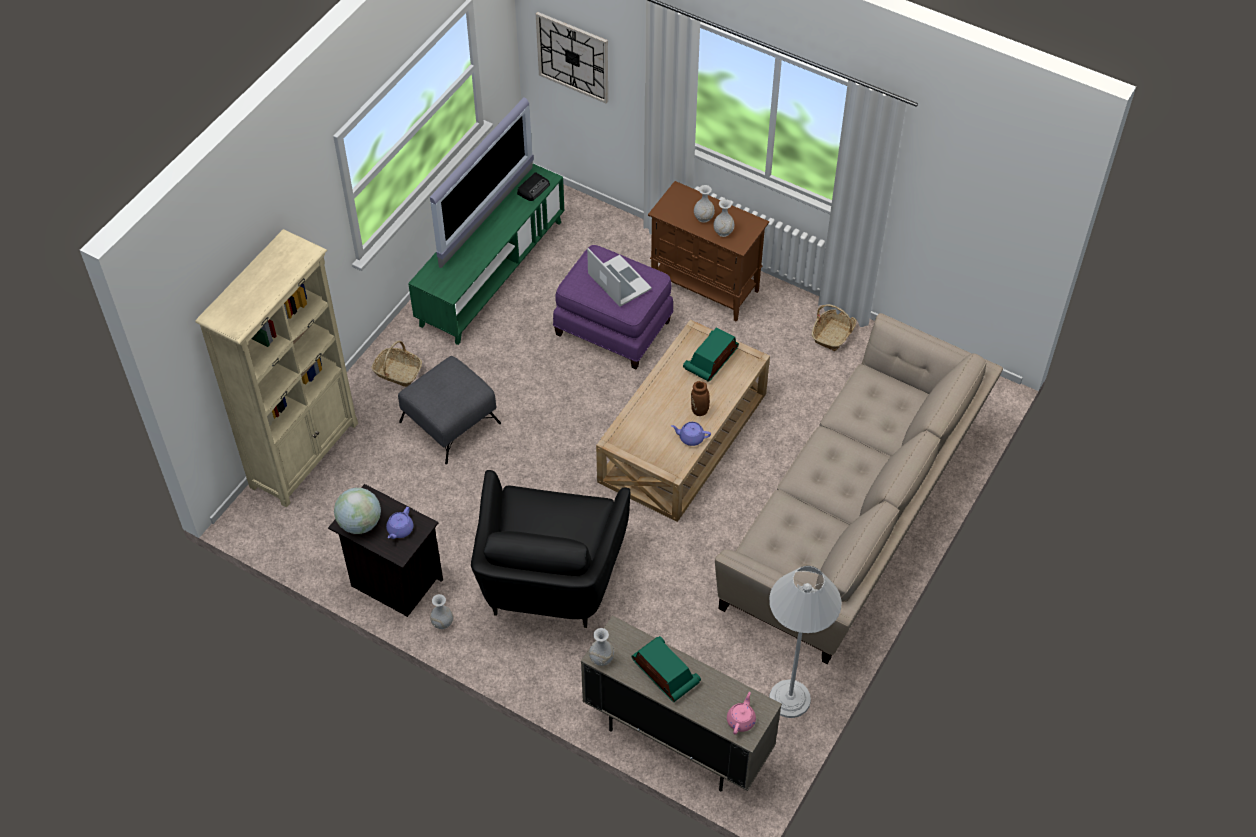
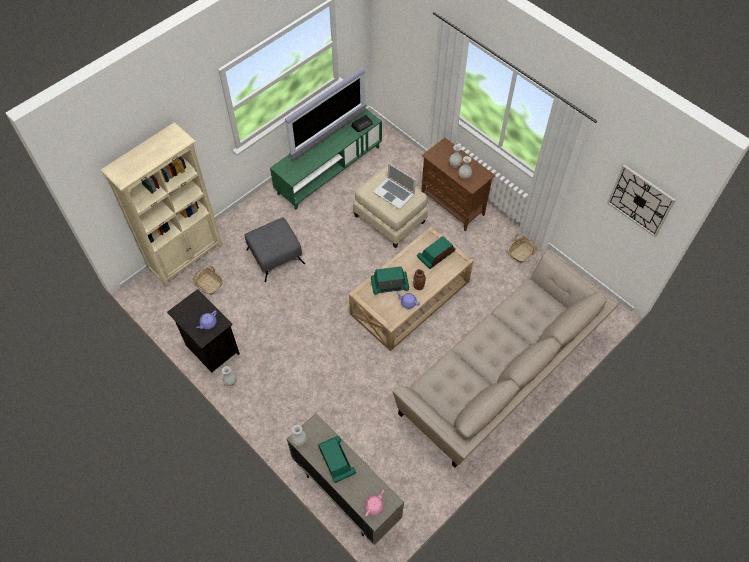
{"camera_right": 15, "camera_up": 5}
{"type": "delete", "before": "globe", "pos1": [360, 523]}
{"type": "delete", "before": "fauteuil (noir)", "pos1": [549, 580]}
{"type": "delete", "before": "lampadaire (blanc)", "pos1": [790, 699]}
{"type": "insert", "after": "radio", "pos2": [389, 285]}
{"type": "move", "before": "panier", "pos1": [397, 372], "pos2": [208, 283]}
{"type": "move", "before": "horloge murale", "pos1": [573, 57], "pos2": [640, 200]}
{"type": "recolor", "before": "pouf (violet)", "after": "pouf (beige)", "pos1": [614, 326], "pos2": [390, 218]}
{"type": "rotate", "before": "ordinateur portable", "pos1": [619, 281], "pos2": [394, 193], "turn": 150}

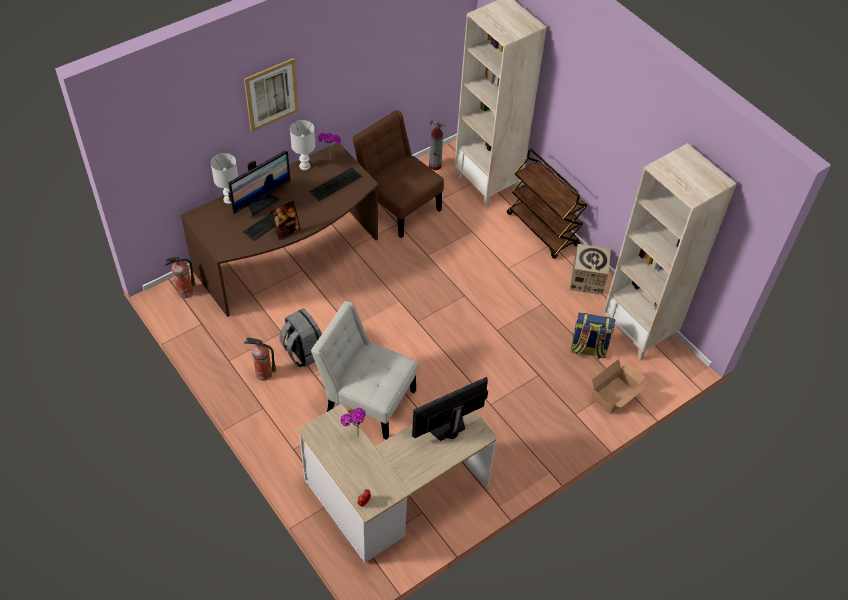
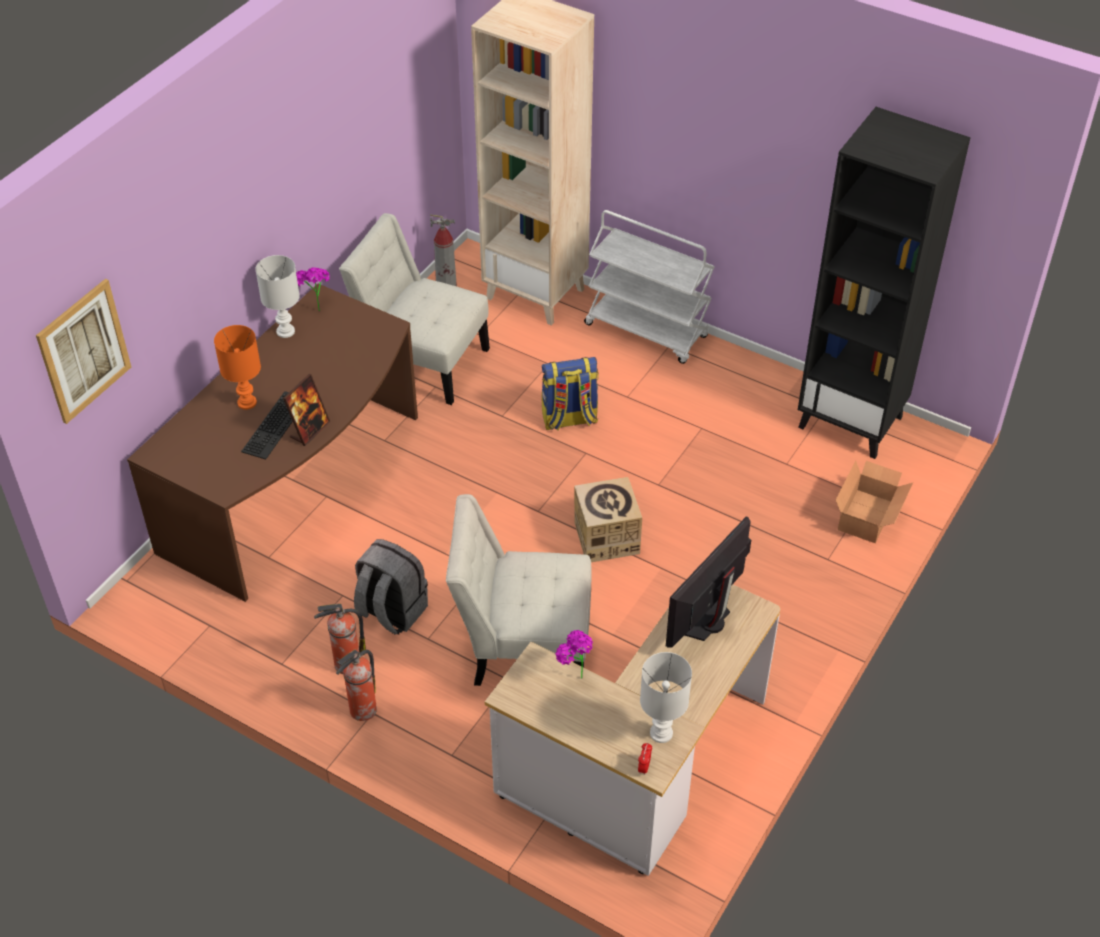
{"camera_right": -20, "camera_up": -5}
{"type": "delete", "before": "clavier", "pos1": [335, 183]}
{"type": "move", "before": "extincteur", "pos1": [184, 292], "pos2": [362, 711]}
{"type": "move", "before": "lampe de table (blanc)", "pos1": [229, 199], "pos2": [660, 732]}
{"type": "move", "before": "tableau", "pos1": [271, 94], "pos2": [84, 351]}
{"type": "move", "before": "carton", "pos1": [587, 279], "pos2": [606, 538]}
{"type": "move", "before": "sac à dos", "pos1": [587, 349], "pos2": [569, 419]}
{"type": "replace", "before": "écran d'ordinateur", "after": "lampe de table (orange)", "pos1": [261, 202], "pos2": [247, 402]}
{"type": "recolor", "before": "chaise (marron)", "after": "chaise (blanc)", "pos1": [398, 205], "pos2": [422, 361]}
{"type": "recolor", "before": "chariot (marron)", "after": "chariot (blanc)", "pos1": [543, 230], "pos2": [647, 330]}
{"type": "recolor", "before": "bibliothèque (beige)", "after": "bibliothèque (noir)", "pos1": [638, 331], "pos2": [851, 421]}

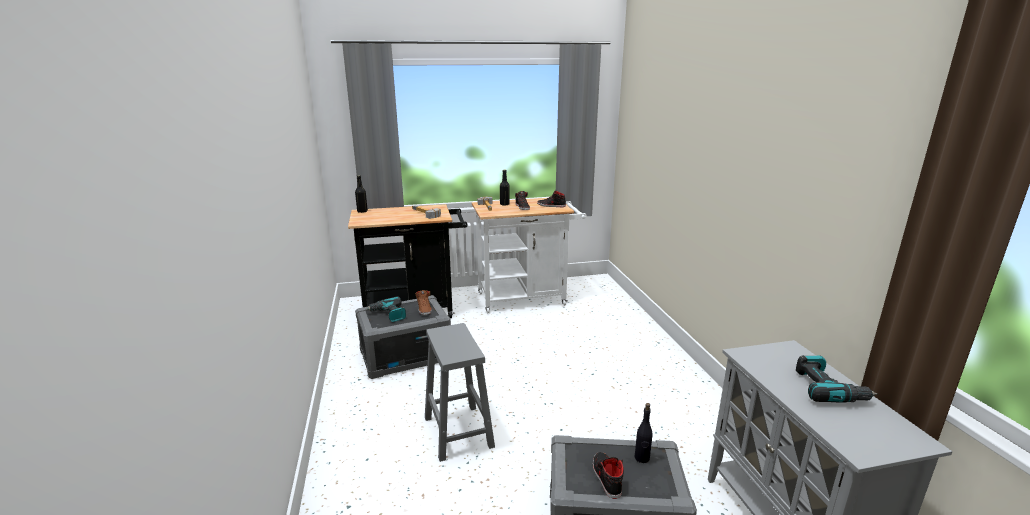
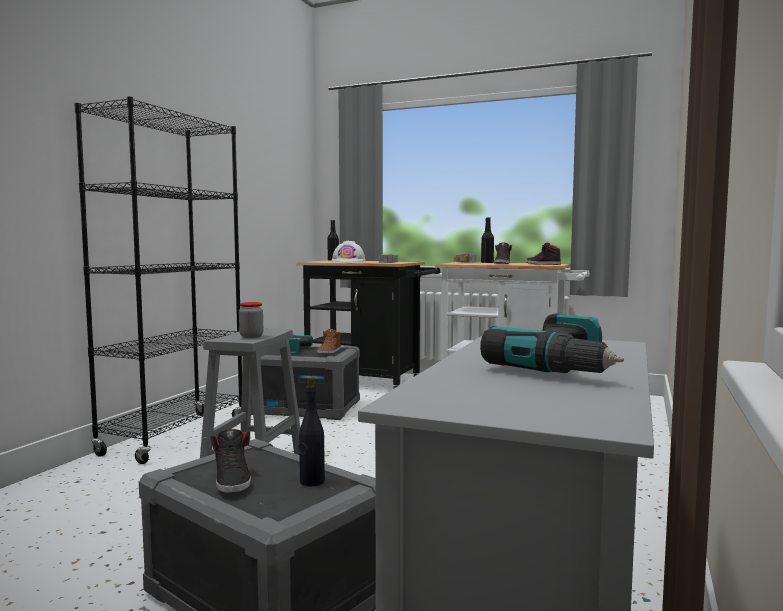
{"camera_right": 35, "camera_up": -15}
{"type": "insert", "after": "bibliothèque (noir)", "pos2": [175, 436]}
{"type": "insert", "after": "bocal", "pos2": [251, 336]}
{"type": "insert", "after": "casque de chantier (blanc)", "pos2": [348, 261]}
{"type": "rotate", "before": "chaussure (noir)", "pos1": [606, 477], "pos2": [232, 479], "turn": 135}

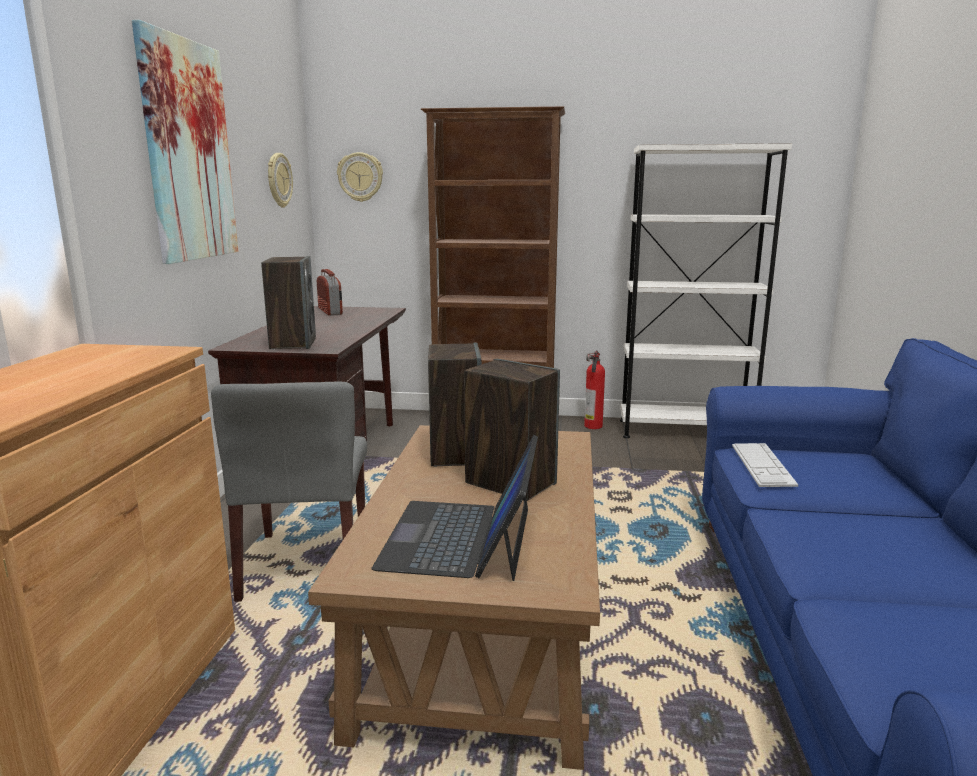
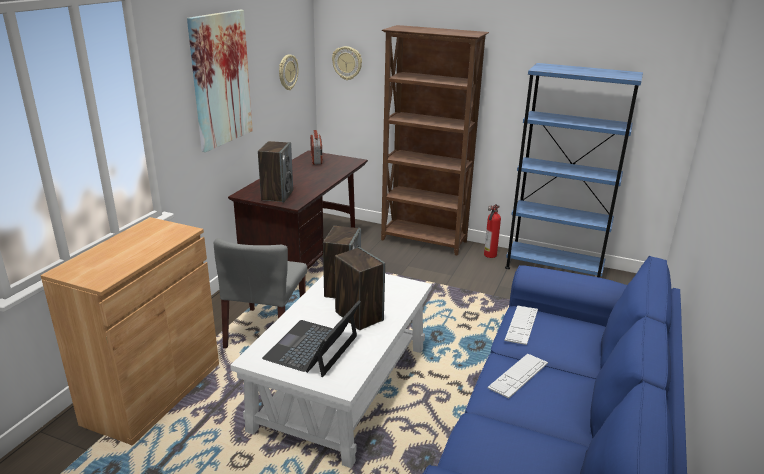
{"camera_right": 15, "camera_up": 10}
{"type": "insert", "after": "clavier", "pos2": [518, 376]}
{"type": "recolor", "before": "table basse (marron)", "after": "table basse (blanc)", "pos1": [485, 627], "pos2": [343, 387]}
{"type": "recolor", "before": "bibliothèque (blanc)", "after": "bibliothèque (bleu)", "pos1": [685, 431], "pos2": [553, 268]}

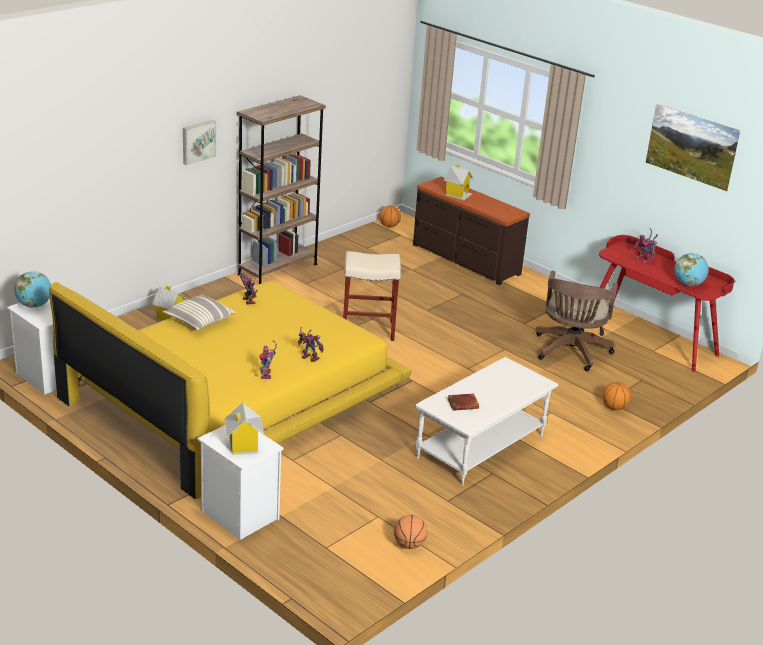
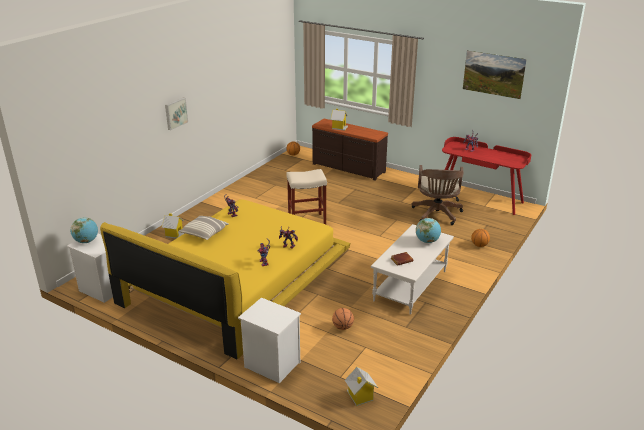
{"camera_right": -10, "camera_up": 0}
{"type": "delete", "before": "bibliothèque (marron)", "pos1": [278, 269]}
{"type": "move", "before": "maison miniature", "pos1": [243, 446], "pos2": [360, 396]}
{"type": "move", "before": "ballon de basket", "pos1": [409, 545], "pos2": [342, 327]}
{"type": "move", "before": "globe", "pos1": [688, 284], "pos2": [427, 241]}

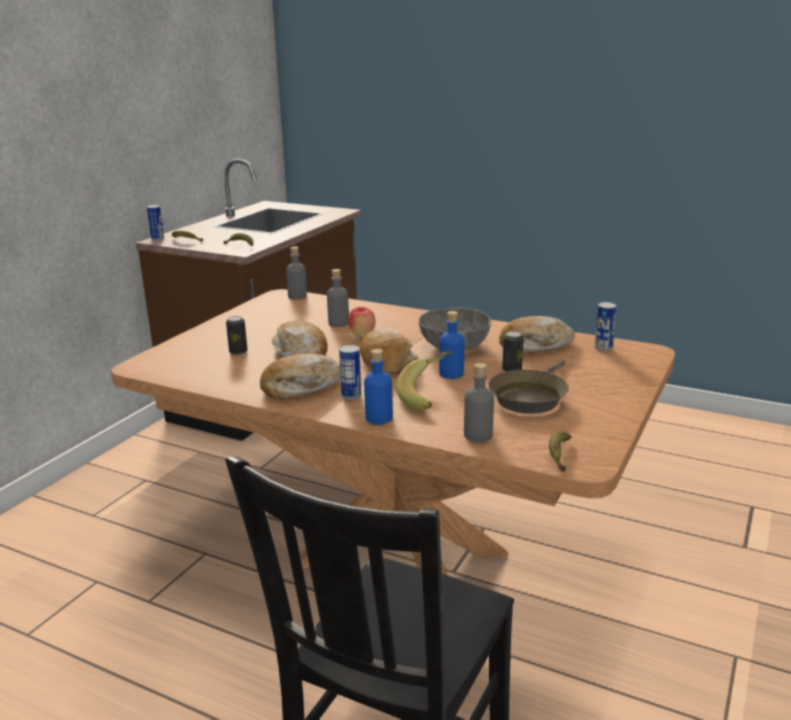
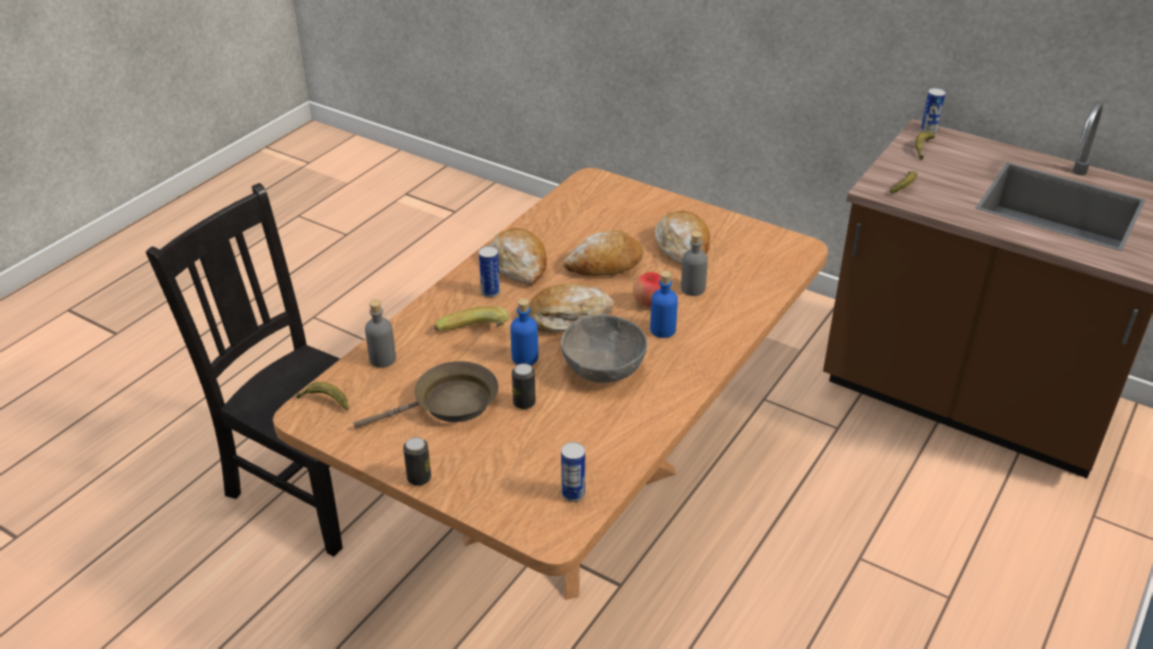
{"camera_right": 95, "camera_up": 15}
{"type": "delete", "before": "bouteille (gris)", "pos1": [297, 296]}
{"type": "move", "before": "boîte métallique", "pos1": [238, 352], "pos2": [419, 478]}
{"type": "move", "before": "bouteille (bleu)", "pos1": [379, 418], "pos2": [662, 330]}
{"type": "move", "before": "pain", "pos1": [535, 345], "pos2": [683, 247]}
{"type": "rotate", "before": "poêle (marron)", "pos1": [530, 397], "pos2": [449, 404], "turn": 120}

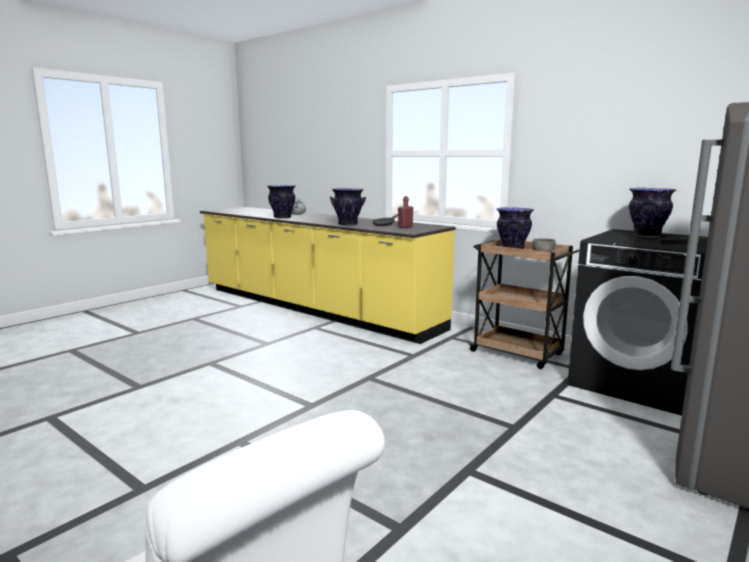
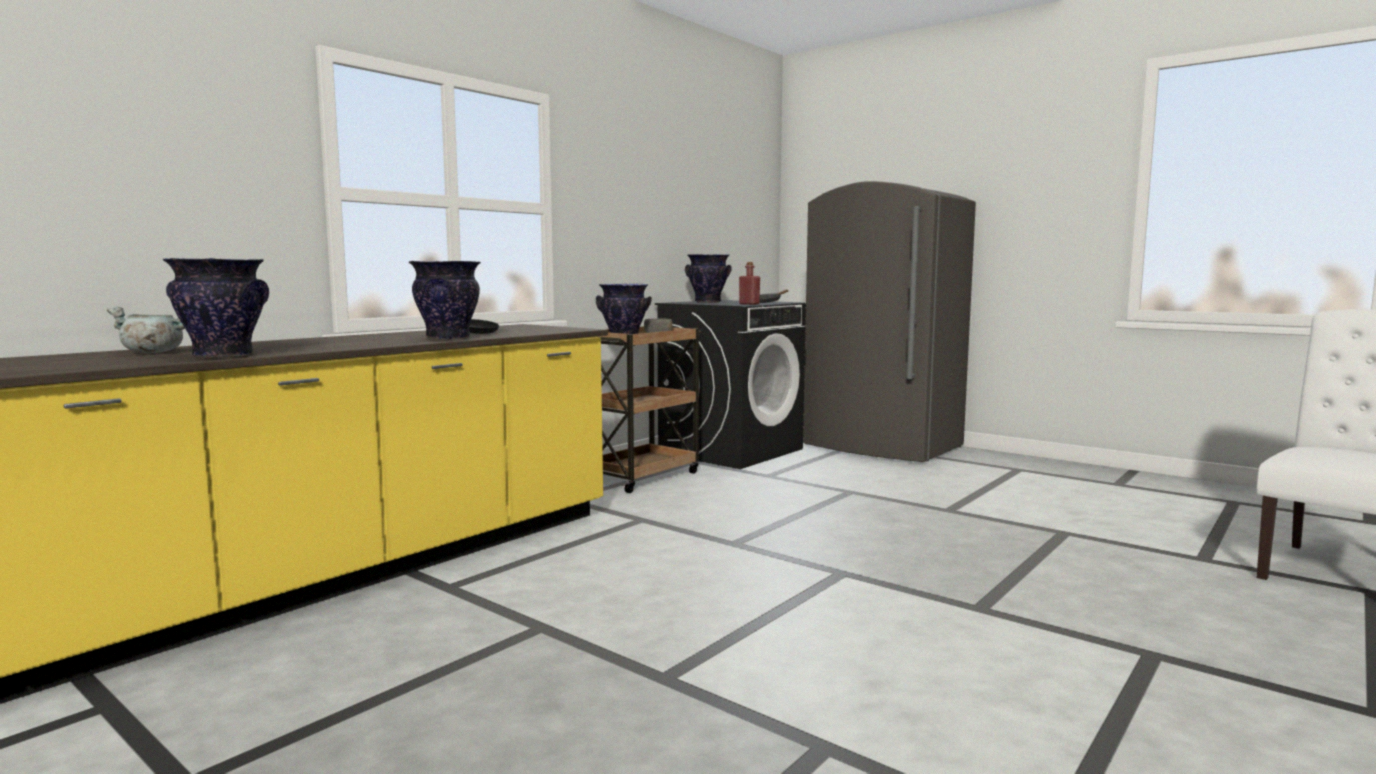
{"camera_right": -90, "camera_up": -5}
{"type": "move", "before": "bouteille (rouge)", "pos1": [405, 227], "pos2": [749, 304]}

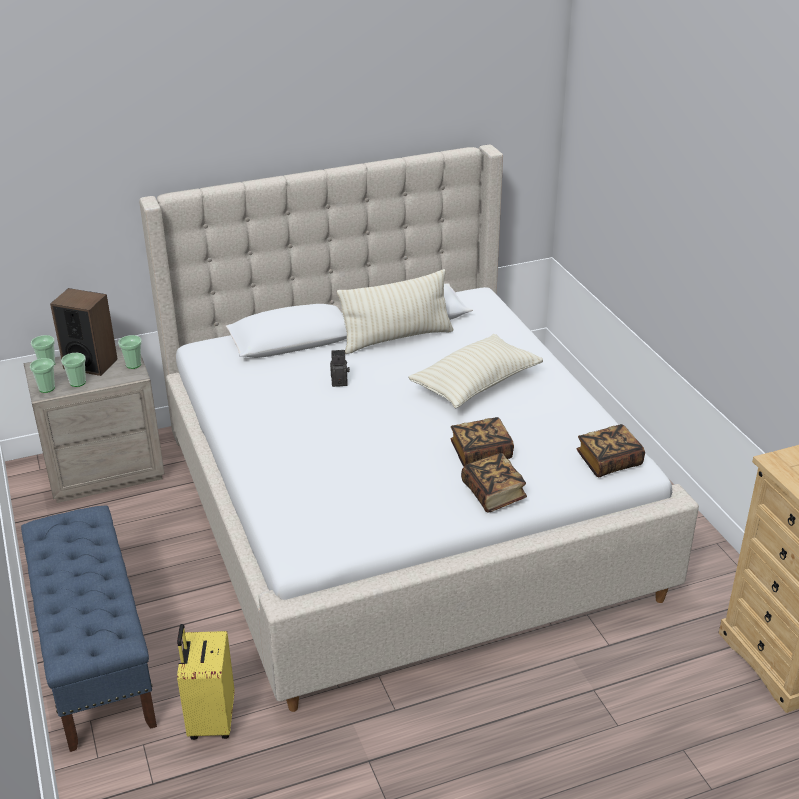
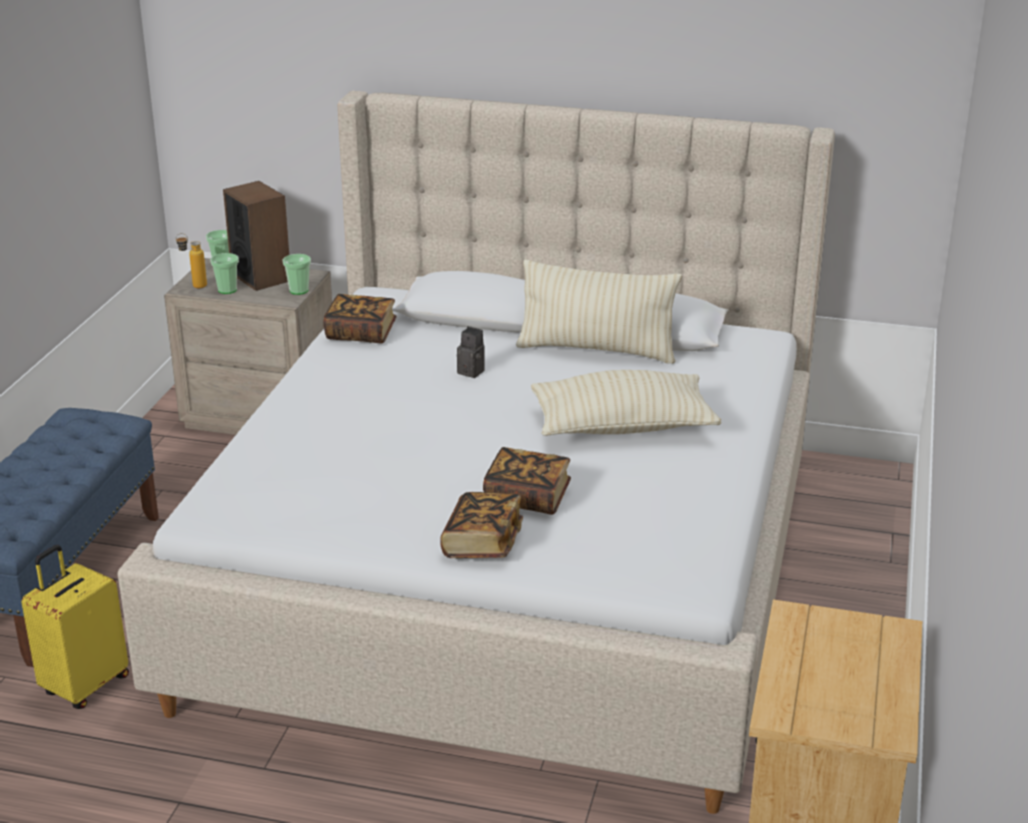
{"camera_right": 35, "camera_up": -5}
{"type": "move", "before": "livre", "pos1": [608, 462], "pos2": [361, 333]}
{"type": "replace", "before": "tasse", "after": "bouteille", "pos1": [46, 388], "pos2": [194, 286]}

